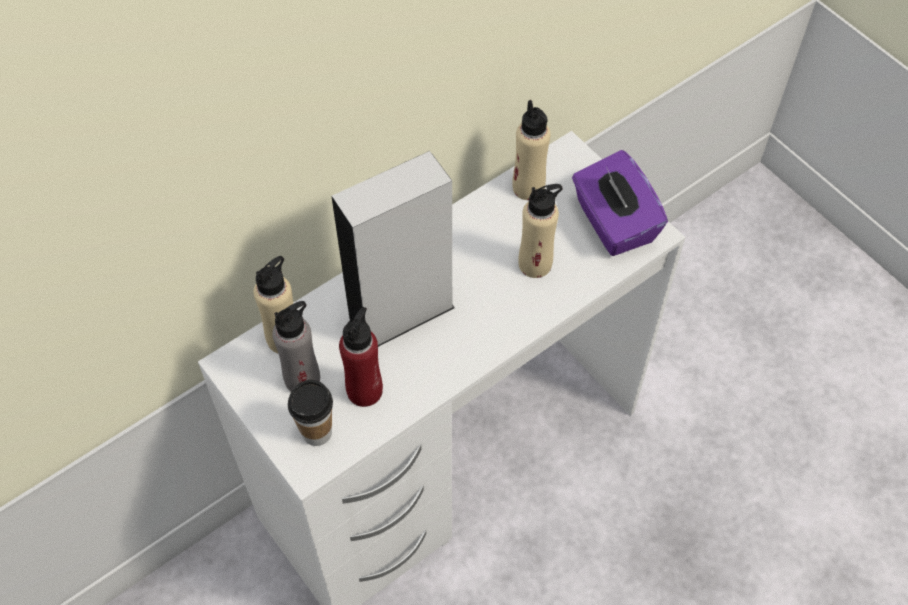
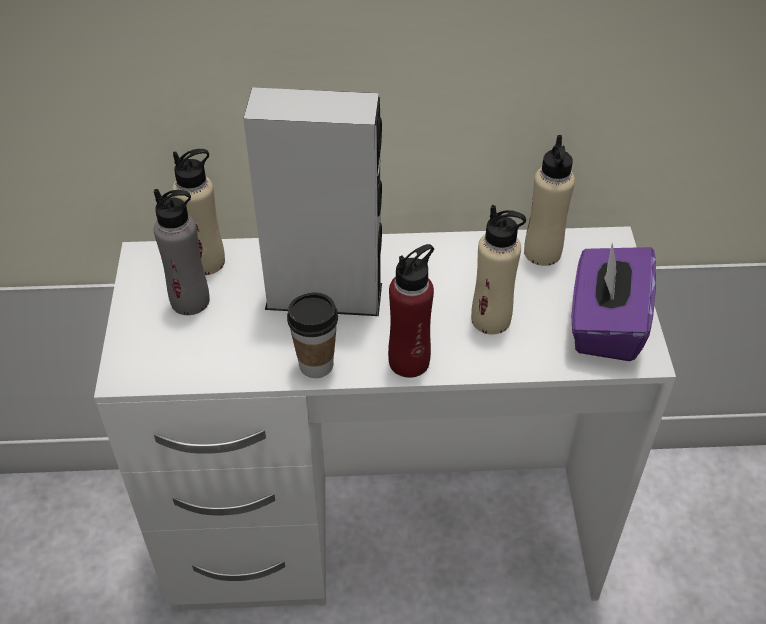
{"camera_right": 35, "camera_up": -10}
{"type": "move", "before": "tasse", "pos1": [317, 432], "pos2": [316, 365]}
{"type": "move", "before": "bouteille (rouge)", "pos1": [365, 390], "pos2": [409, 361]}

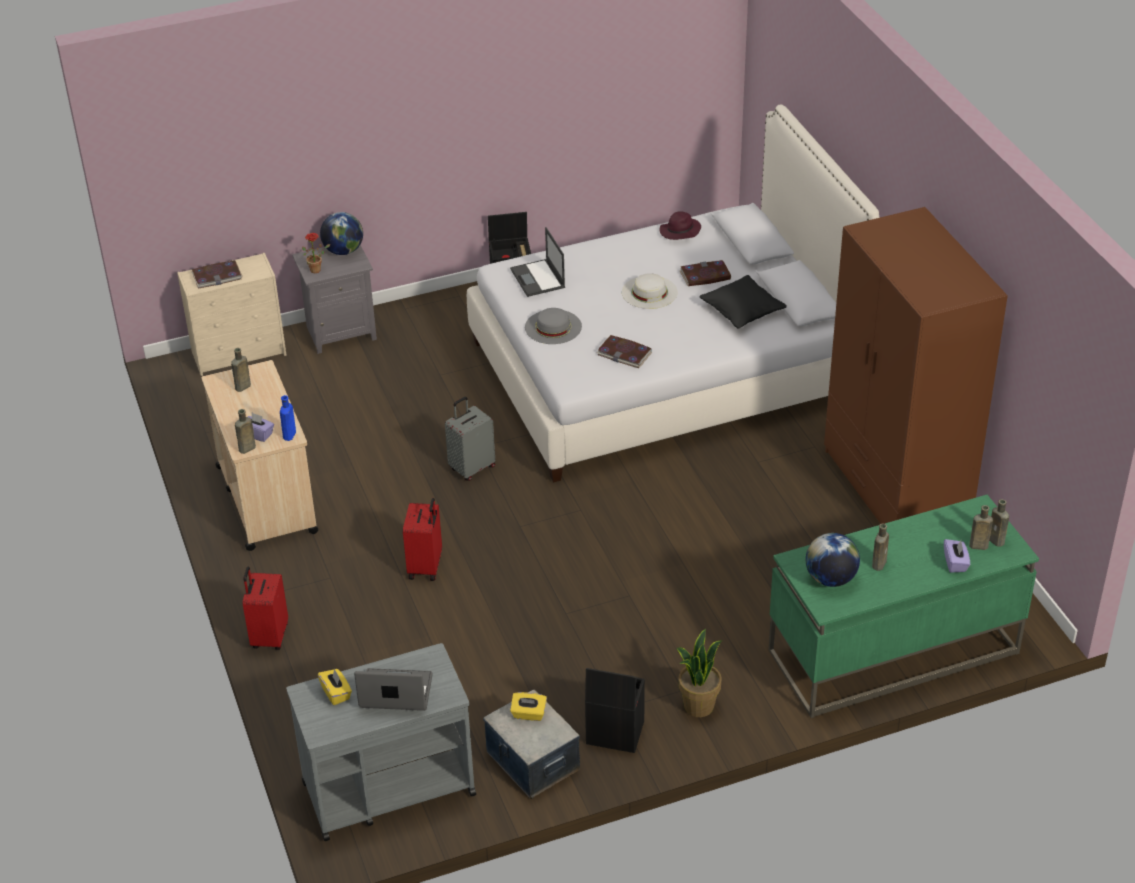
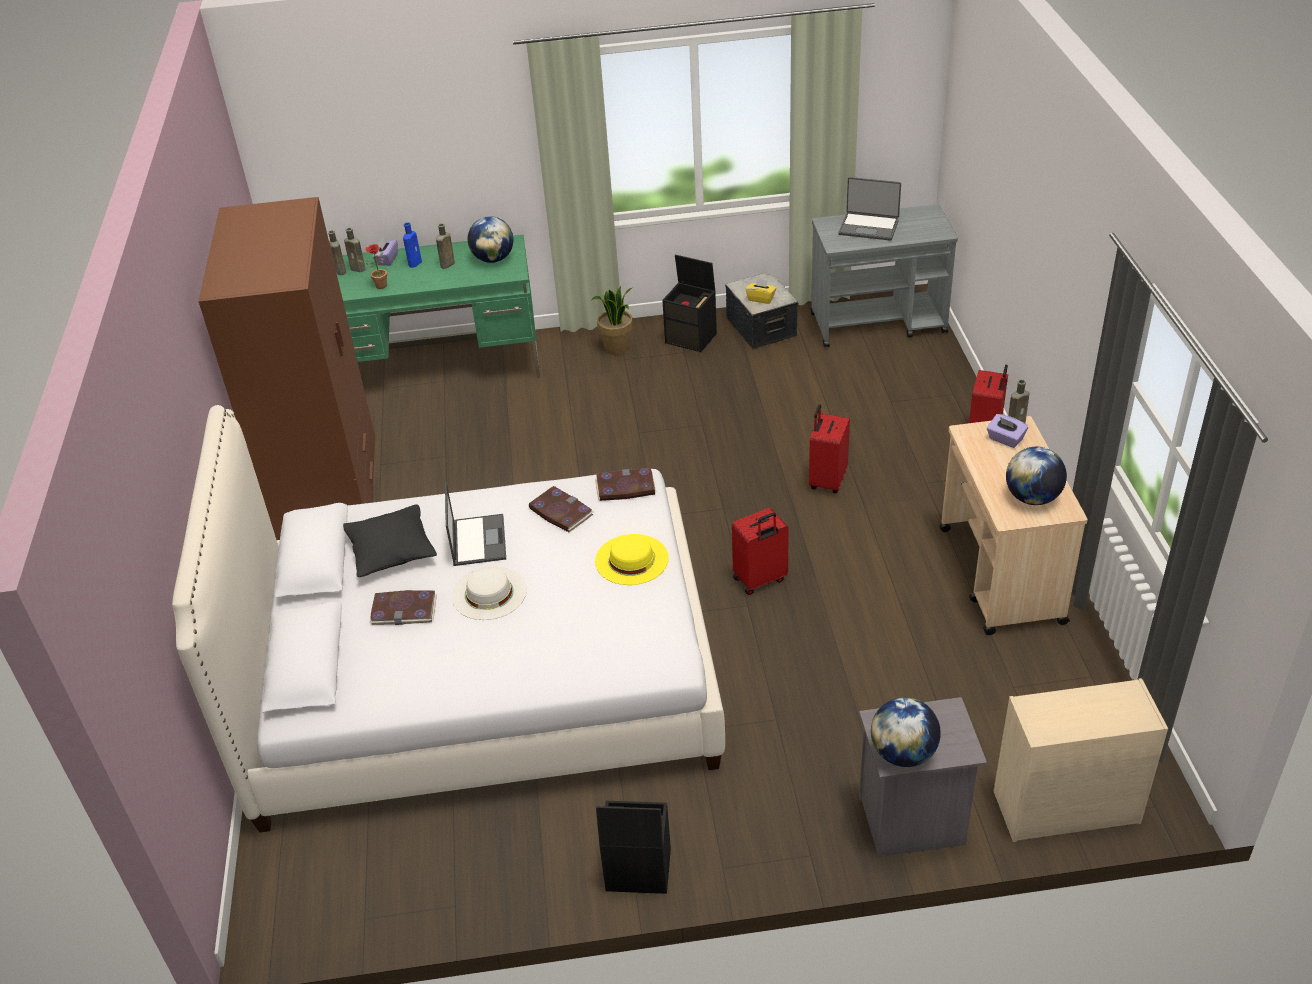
{"camera_right": -165, "camera_up": 0}
{"type": "delete", "before": "boîte à mouchoirs (jaune)", "pos1": [336, 693]}
{"type": "delete", "before": "chapeau (violet)", "pos1": [679, 232]}
{"type": "move", "before": "livre", "pos1": [217, 276], "pos2": [625, 487]}
{"type": "move", "before": "bouteille (bleu)", "pos1": [289, 436], "pos2": [415, 262]}
{"type": "move", "before": "plante en pot", "pos1": [317, 269], "pos2": [378, 286]}
{"type": "move", "before": "ordinateur portable", "pos1": [538, 279], "pos2": [478, 540]}
{"type": "replace", "before": "bouteille (marron)", "after": "globe", "pos1": [242, 387], "pos2": [1032, 498]}
{"type": "recolor", "before": "valise (gris)", "after": "valise (rouge)", "pos1": [471, 468], "pos2": [760, 580]}
{"type": "recolor", "before": "chapeau (gris)", "after": "chapeau (jaune)", "pos1": [553, 327], "pos2": [631, 559]}

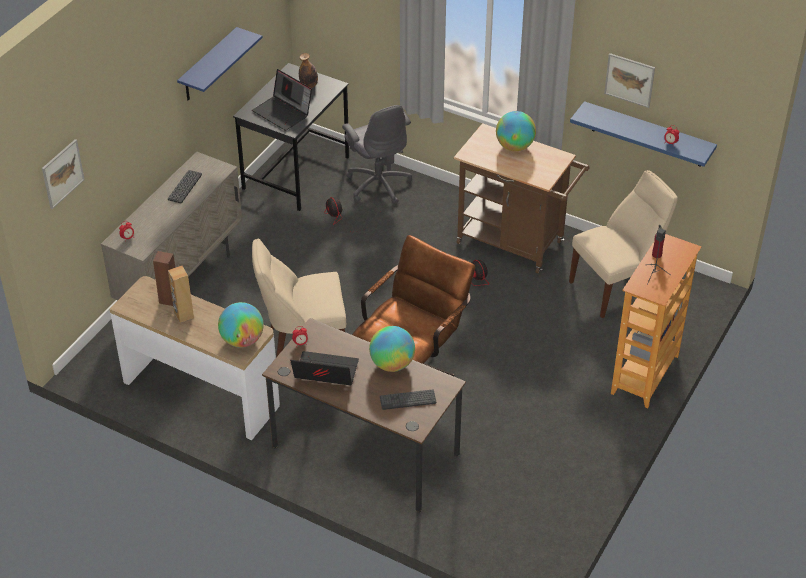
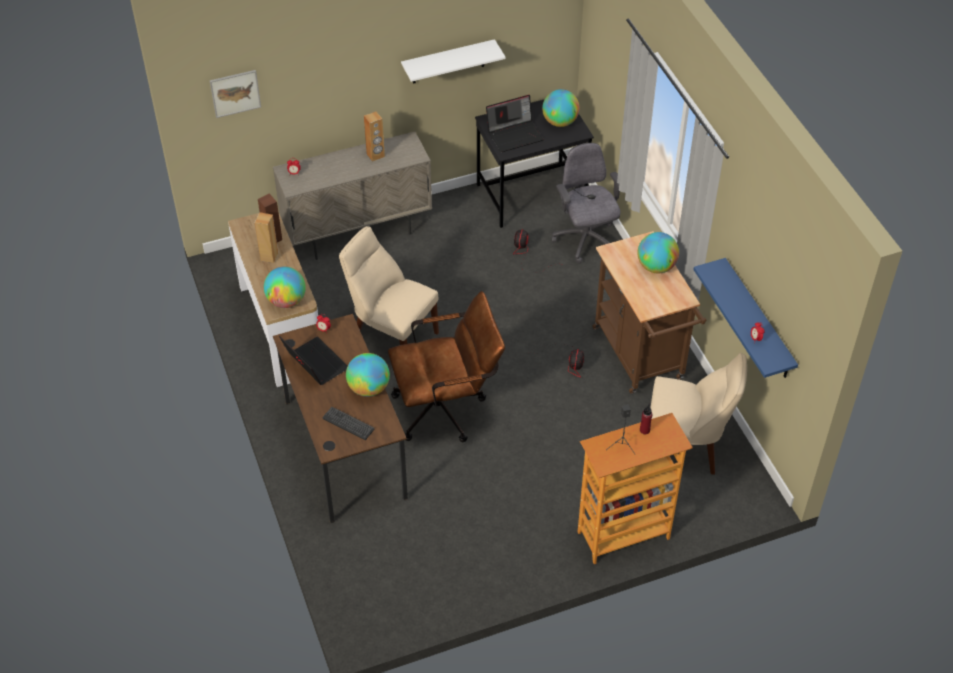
{"camera_right": 40, "camera_up": 5}
{"type": "delete", "before": "tableau", "pos1": [629, 80]}
{"type": "replace", "before": "clavier", "after": "enceinte (marron)", "pos1": [185, 187], "pos2": [375, 155]}
{"type": "replace", "before": "bouteille", "after": "globe", "pos1": [309, 85], "pos2": [560, 122]}
{"type": "recolor", "before": "étagère (bleu)", "after": "étagère (blanc)", "pos1": [208, 66], "pos2": [448, 62]}
{"type": "rotate", "before": "ordinateur portable", "pos1": [283, 112], "pos2": [515, 134], "turn": -105}
{"type": "rotate", "before": "chaise de bureau (gris)", "pos1": [378, 184], "pos2": [585, 240], "turn": 150}

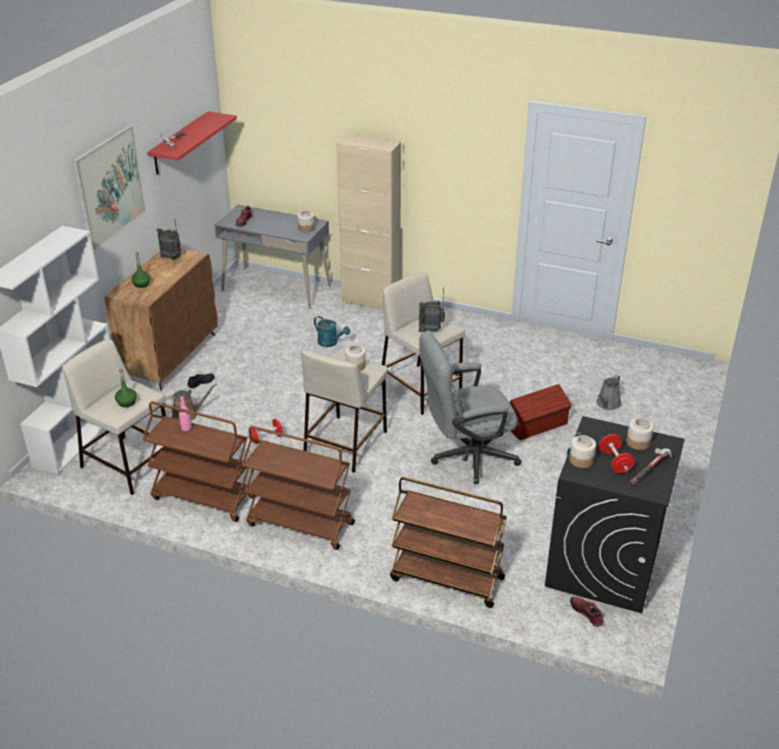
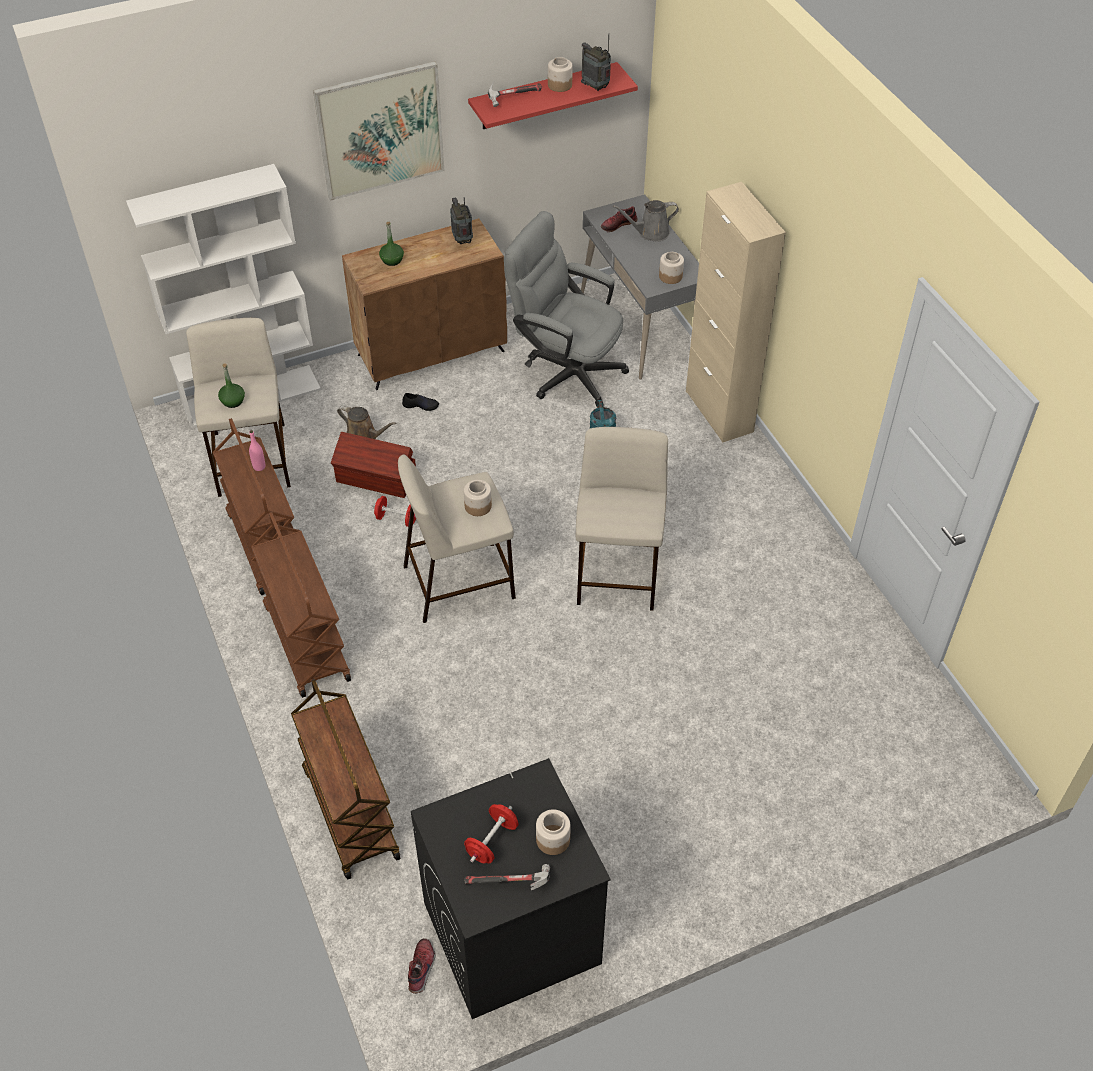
{"camera_right": 45, "camera_up": 15}
{"type": "move", "before": "radio", "pos1": [431, 330], "pos2": [596, 87]}
{"type": "move", "before": "chaise de bureau (gris)", "pos1": [466, 457], "pos2": [566, 371]}
{"type": "move", "before": "boîte de rangement (marron)", "pos1": [537, 425], "pos2": [376, 479]}
{"type": "move", "before": "bocal", "pos1": [581, 460], "pos2": [559, 85]}
{"type": "move", "before": "arrosoir (gris)", "pos1": [607, 404], "pos2": [650, 233]}

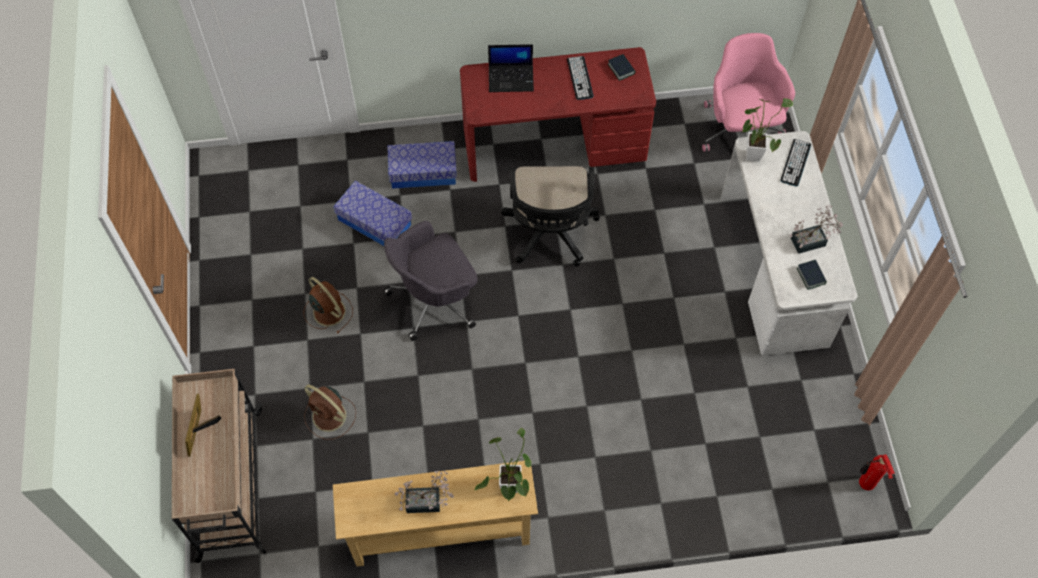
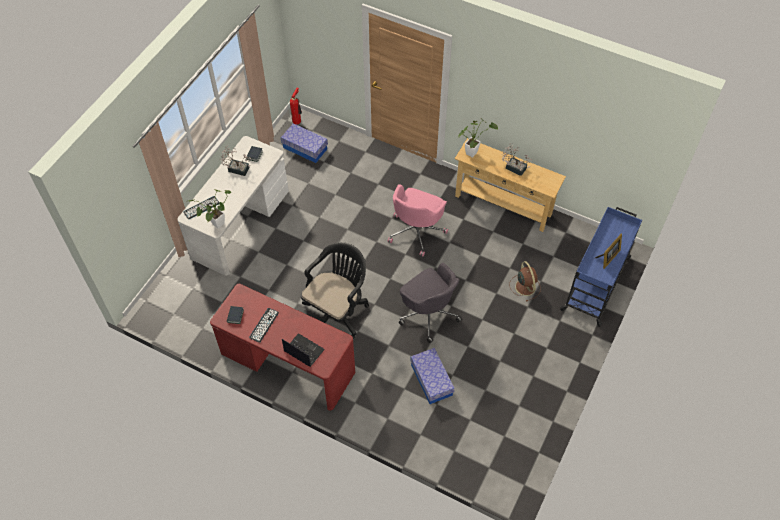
{"camera_right": -145, "camera_up": -5}
{"type": "delete", "before": "ventilateur (marron)", "pos1": [328, 310]}
{"type": "move", "before": "boîte de rangement", "pos1": [423, 172], "pos2": [305, 148]}
{"type": "move", "before": "chaise de bureau (rose)", "pos1": [739, 131], "pos2": [416, 231]}
{"type": "recolor", "before": "chariot (beige)", "after": "chariot (bleu)", "pos1": [230, 486], "pos2": [596, 283]}
{"type": "rotate", "before": "chaise de bureau (gris)", "pos1": [435, 299], "pos2": [428, 313], "turn": 45}

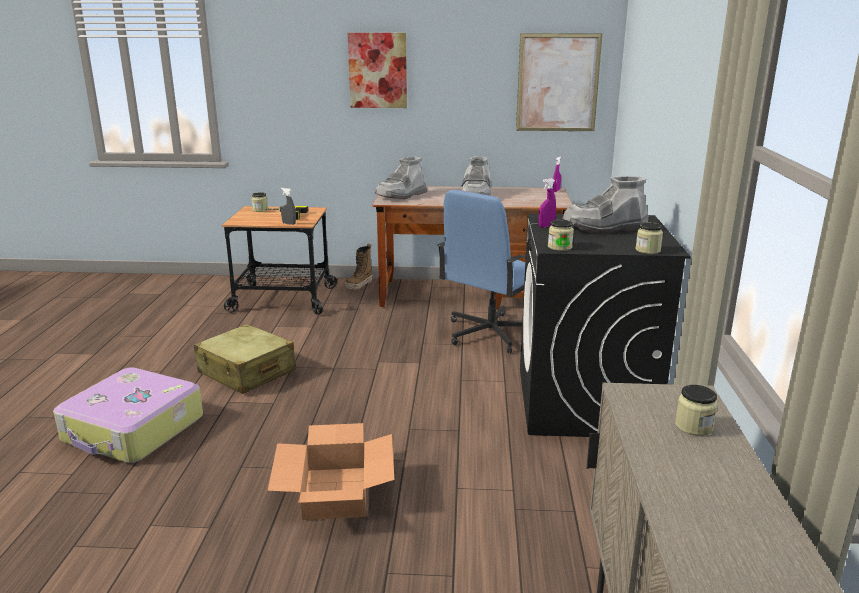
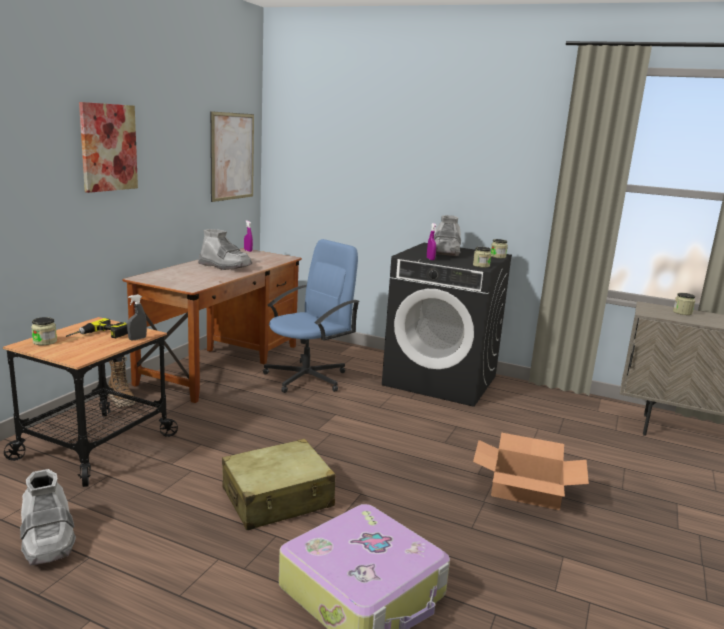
{"camera_right": -70, "camera_up": -5}
{"type": "move", "before": "botte (gris)", "pos1": [401, 195], "pos2": [48, 541]}
{"type": "rotate", "before": "chaise de bureau (bleu)", "pos1": [489, 333], "pos2": [307, 378], "turn": -105}

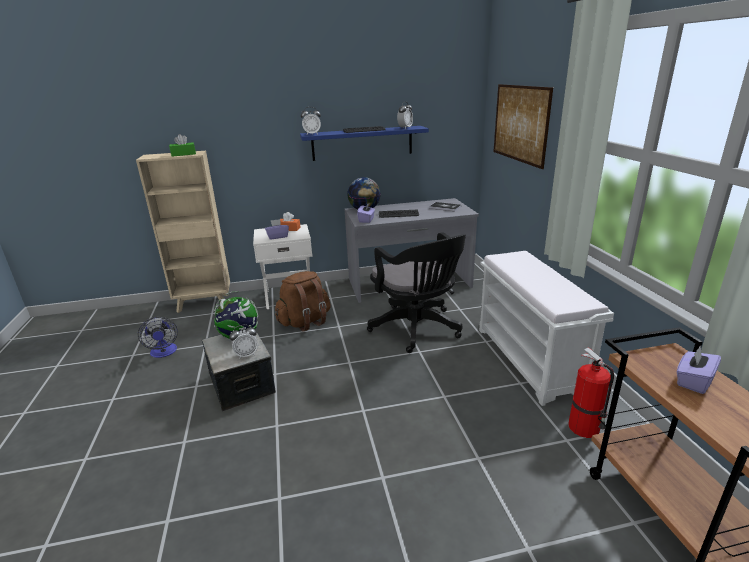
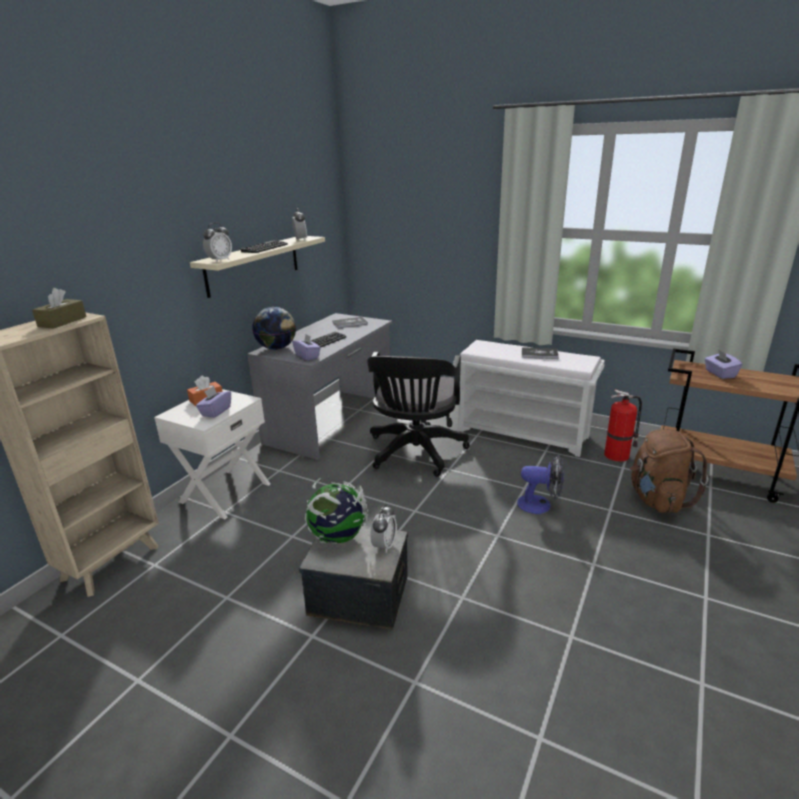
{"camera_right": -50, "camera_up": 0}
{"type": "delete", "before": "tableau", "pos1": [520, 123]}
{"type": "insert", "after": "livre", "pos2": [539, 354]}
{"type": "move", "before": "ventilateur", "pos1": [164, 353], "pos2": [540, 505]}
{"type": "move", "before": "sac à dos (marron)", "pos1": [305, 322], "pos2": [657, 499]}
{"type": "recolor", "before": "boîte à mouchoirs (vert)", "after": "boîte à mouchoirs (marron)", "pos1": [183, 154], "pos2": [62, 322]}
{"type": "recolor", "before": "étagère (bleu)", "after": "étagère (beige)", "pos1": [362, 143], "pos2": [253, 265]}
{"type": "rotate", "before": "chaise de bureau (noir)", "pos1": [418, 329], "pos2": [415, 454], "turn": 90}

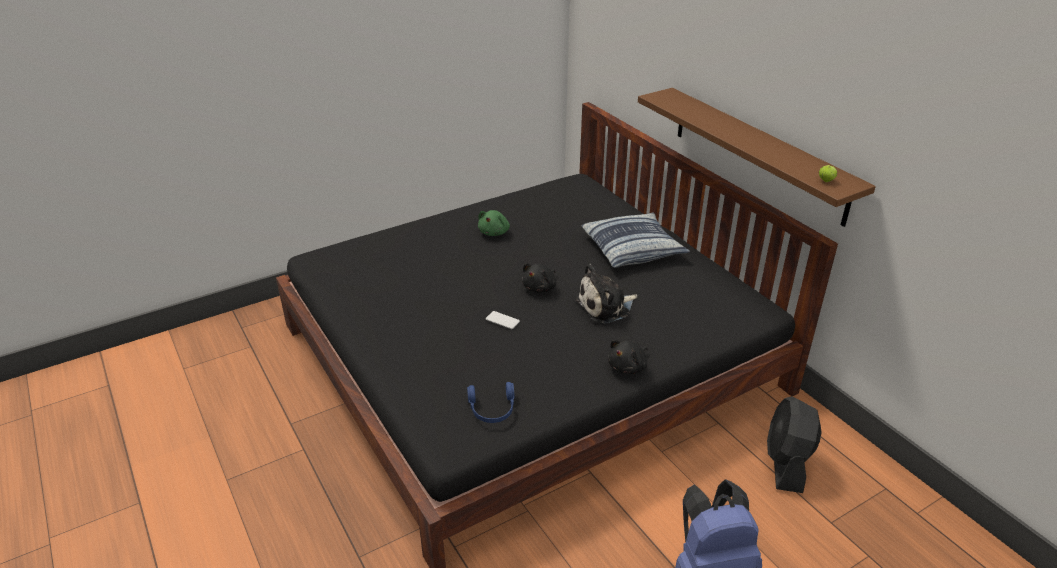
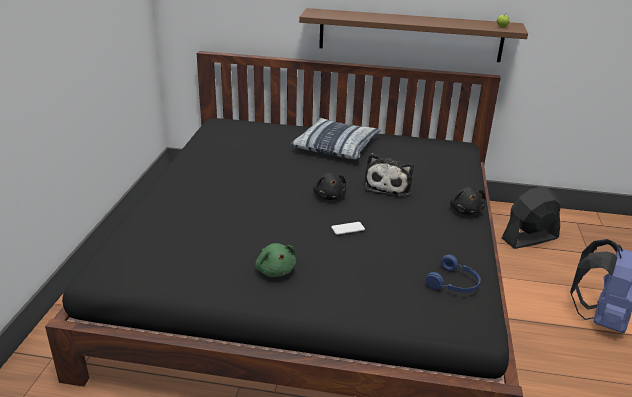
{"camera_right": -50, "camera_up": -5}
{"type": "move", "before": "peluche (vert)", "pos1": [494, 232], "pos2": [275, 270]}
{"type": "rotate", "before": "ventilateur (noir)", "pos1": [786, 463], "pos2": [529, 238], "turn": 105}

